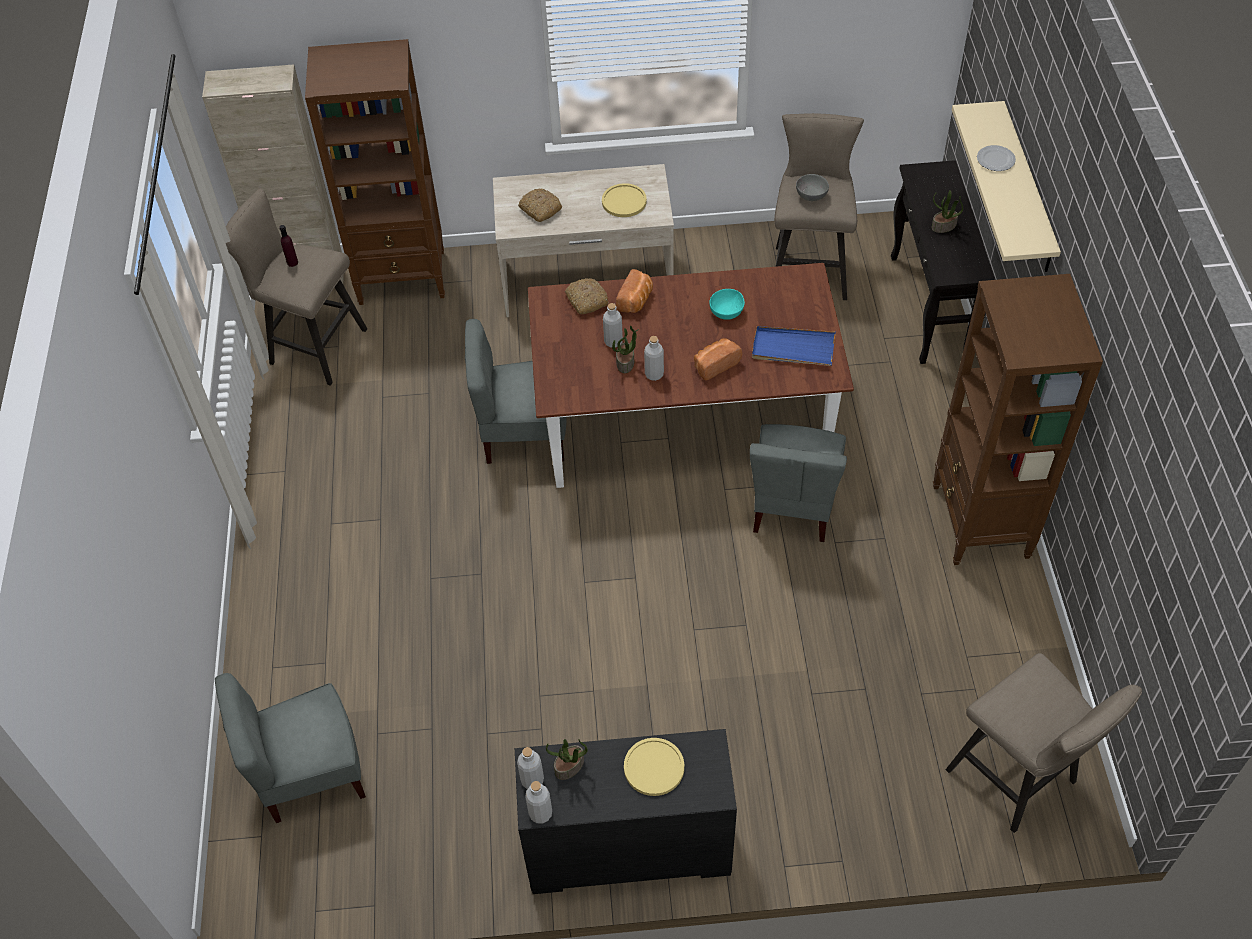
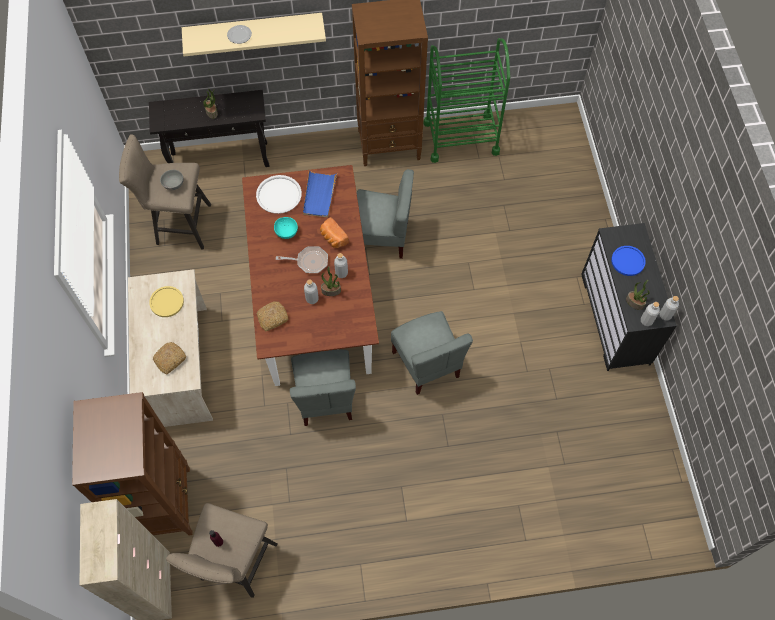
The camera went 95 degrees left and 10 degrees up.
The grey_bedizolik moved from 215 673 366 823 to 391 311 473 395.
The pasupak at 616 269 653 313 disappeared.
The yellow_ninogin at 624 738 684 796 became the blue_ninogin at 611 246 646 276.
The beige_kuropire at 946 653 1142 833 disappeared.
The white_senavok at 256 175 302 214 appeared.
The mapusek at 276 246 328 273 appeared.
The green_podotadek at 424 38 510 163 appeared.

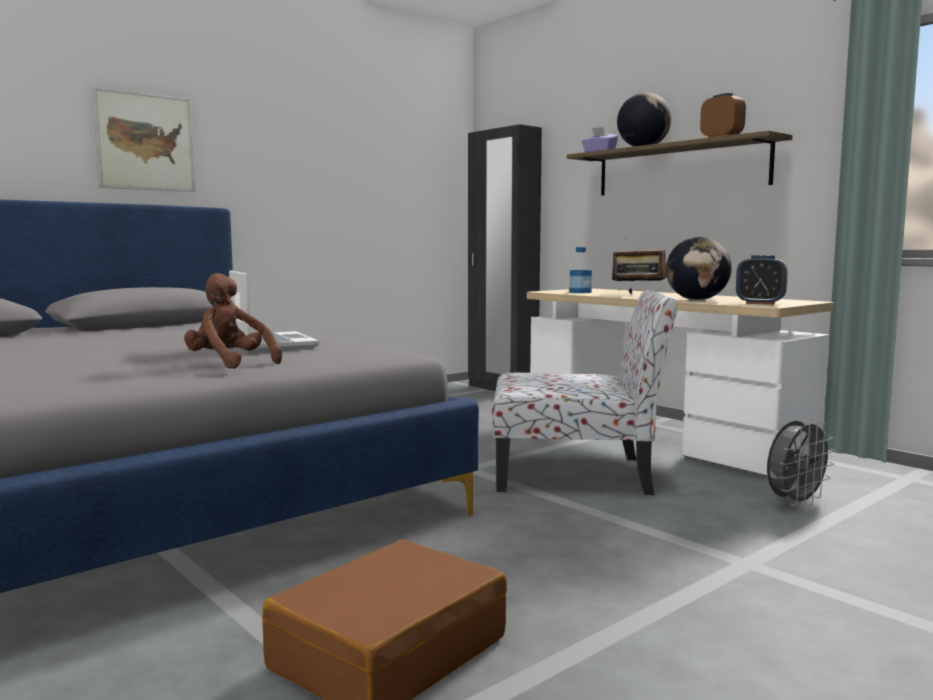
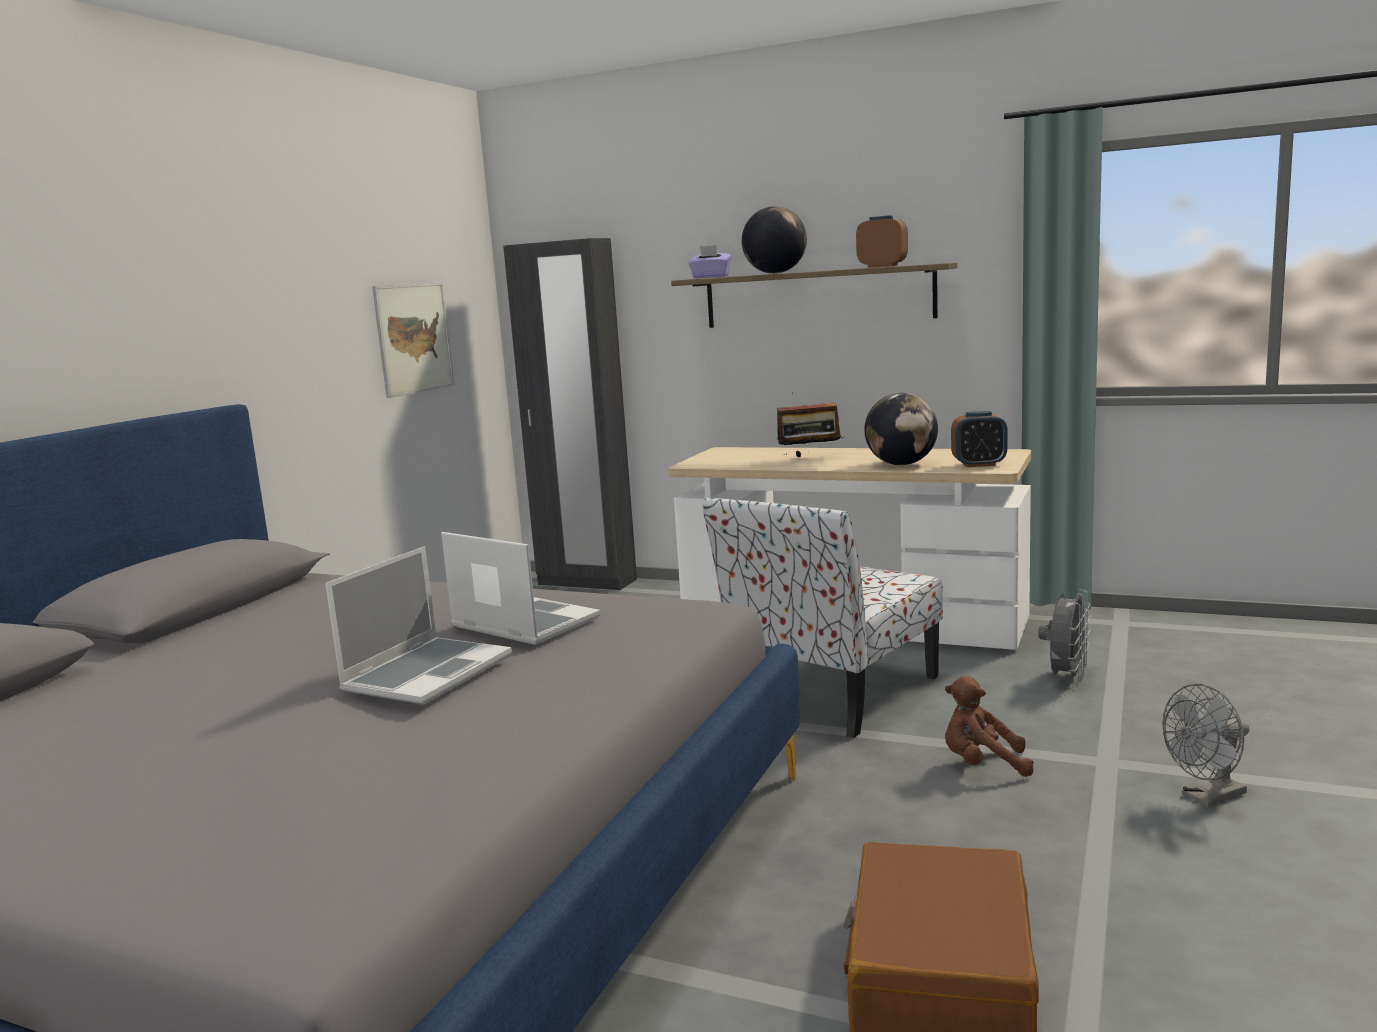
The camera went 25 degrees left and 5 degrees up.
The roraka moved from 92 87 196 192 to 372 283 455 398.
The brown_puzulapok moved from 184 273 282 369 to 945 676 1034 777.
The bedizolik at 492 290 678 496 turned 150 degrees clockwise.
The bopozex at 569 247 592 293 disappeared.
The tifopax at 325 546 512 705 appeared.
The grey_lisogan at 1162 684 1250 807 appeared.

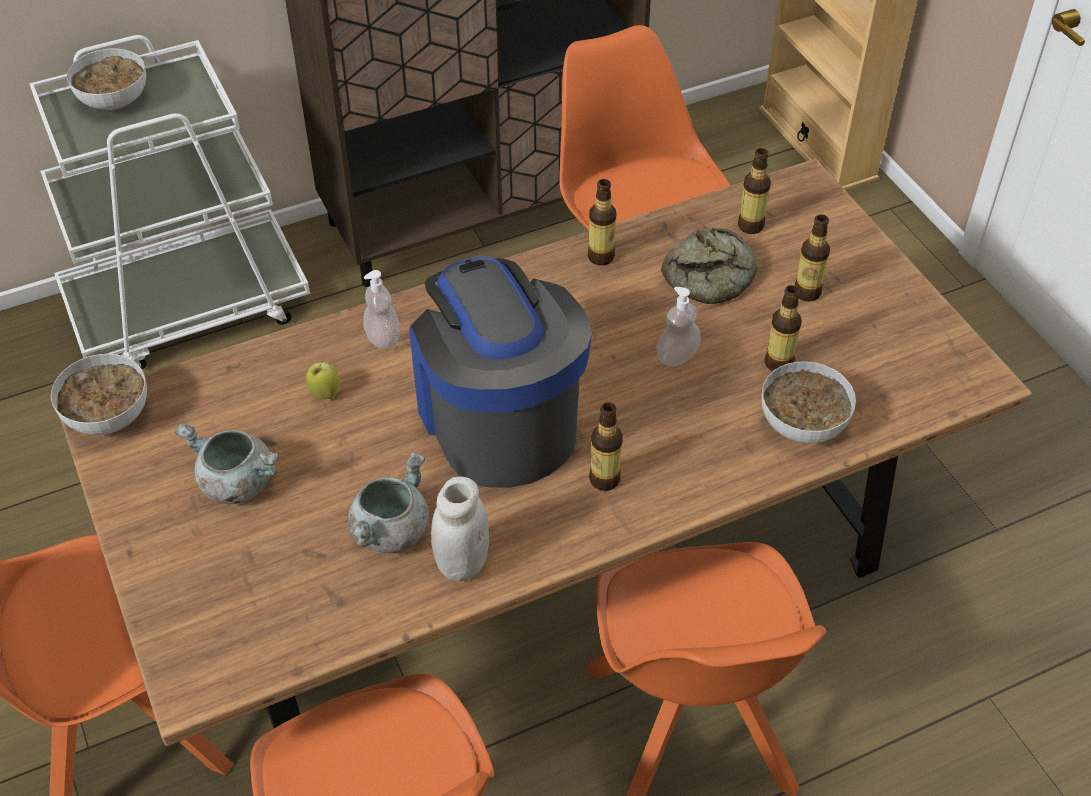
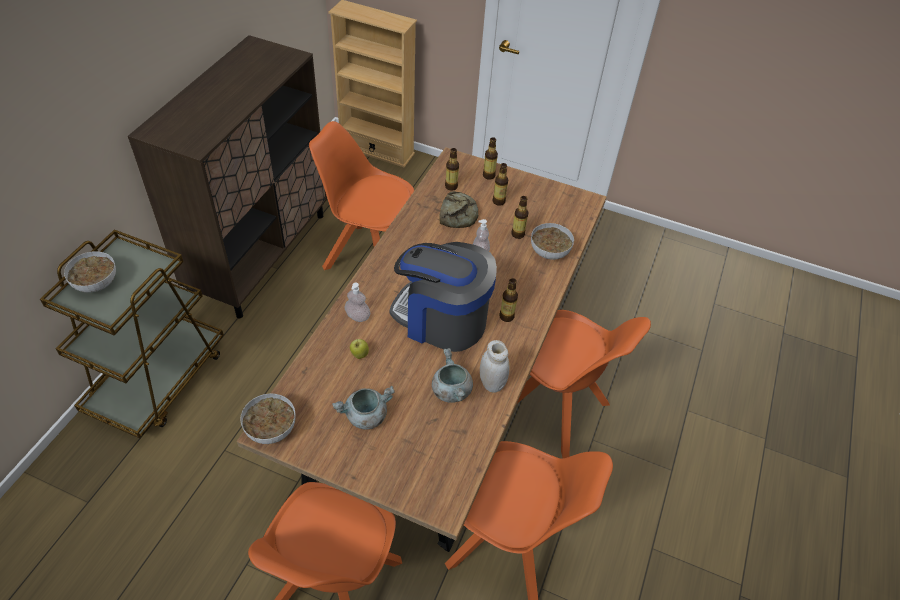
The camera went 45 degrees left and 0 degrees up.
The white_podotadek at 29 35 310 370 became the brown_podotadek at 40 229 224 438.
The bopozex moved from 588 179 616 265 to 483 137 498 180.

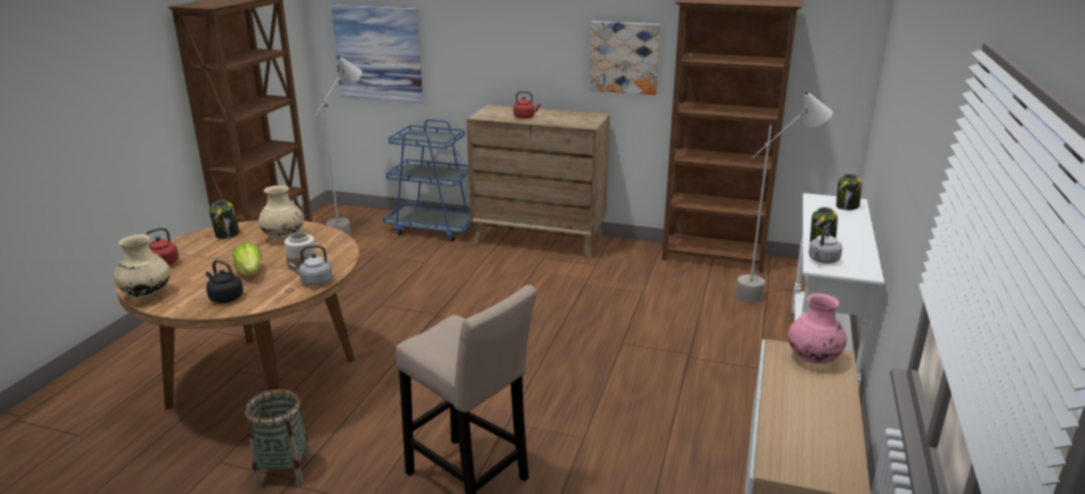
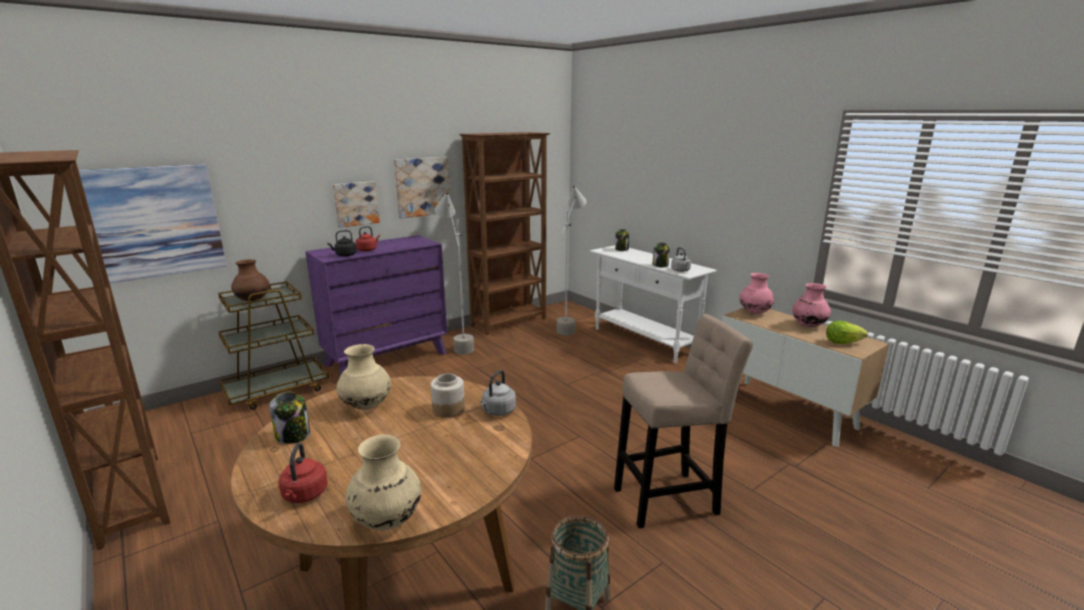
The camera went 55 degrees left and 5 degrees down.
The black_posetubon moved from 206 260 243 303 to 327 230 357 256.
The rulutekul moved from 233 243 262 276 to 826 321 868 344.
The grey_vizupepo moved from 314 55 362 237 to 435 192 474 354.
The blue_podotadek at 383 119 474 242 became the brown_podotadek at 218 281 329 410.
The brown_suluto at 466 105 610 259 became the purple_suluto at 305 235 447 376.
The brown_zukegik at 231 259 269 301 appeared.
The roraka at 333 181 380 227 appeared.
The pink_zukegik at 792 283 831 327 appeared.

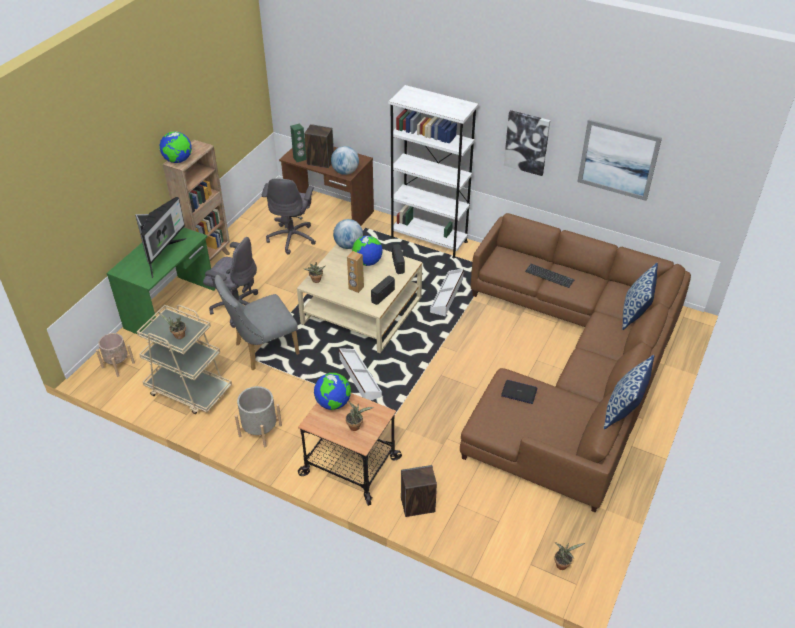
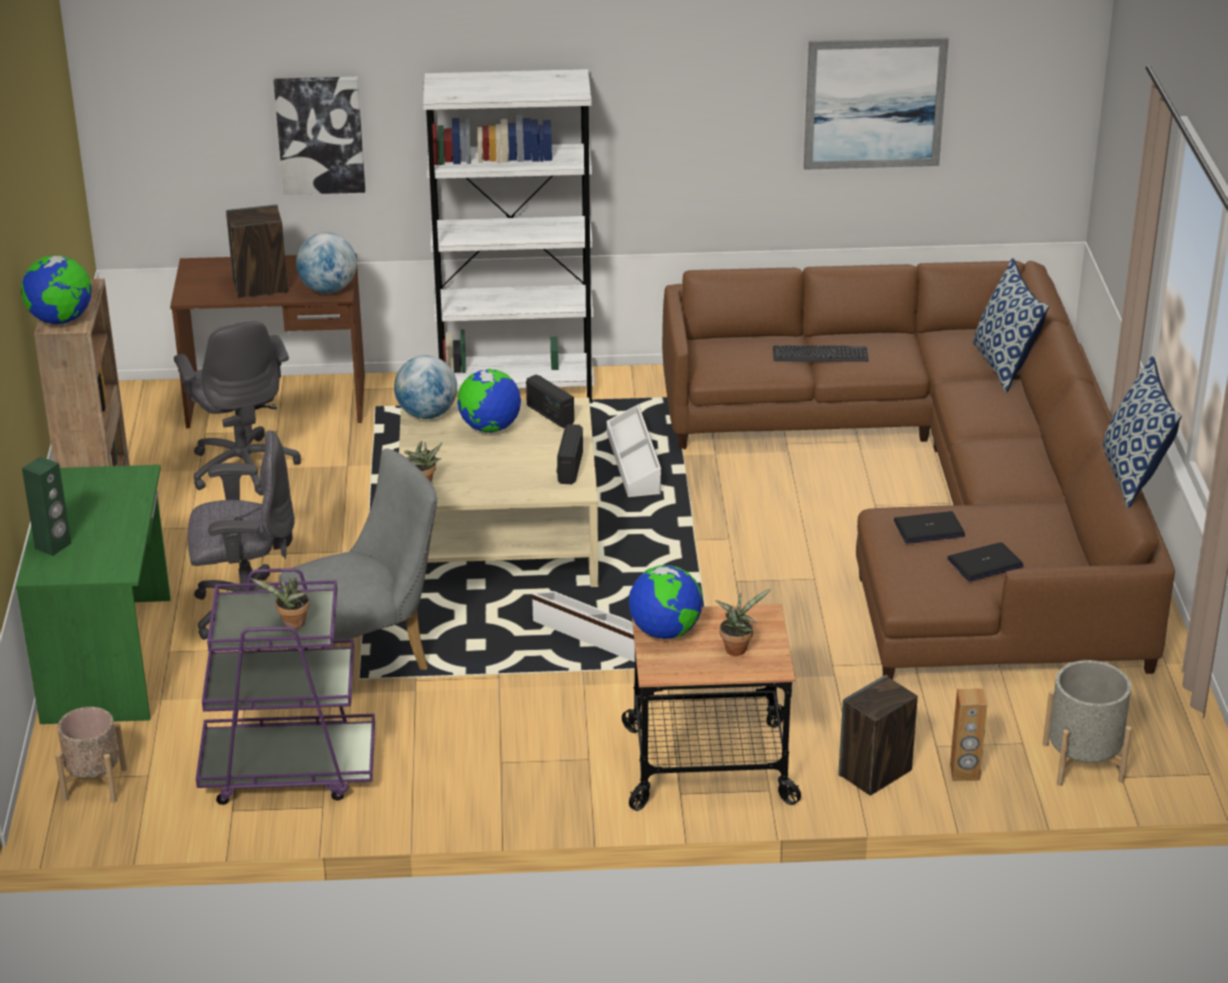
The camera went 30 degrees left and 10 degrees down.
The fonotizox at 135 197 187 278 disappeared.
The beige_podotadek at 137 305 232 414 became the purple_podotadek at 196 568 375 805.
The grey_bedizolik at 215 275 300 370 turned 150 degrees counterclockwise.
The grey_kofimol moved from 235 386 282 447 to 1043 660 1132 786.
The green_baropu moved from 290 123 306 162 to 22 457 71 556.
The brown_baropu moved from 347 251 364 293 to 950 689 988 781.
The roraka moved from 504 110 550 176 to 274 77 365 195.
The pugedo at 554 542 585 570 disappeared.
The tifopax at 947 542 1024 581 appeared.

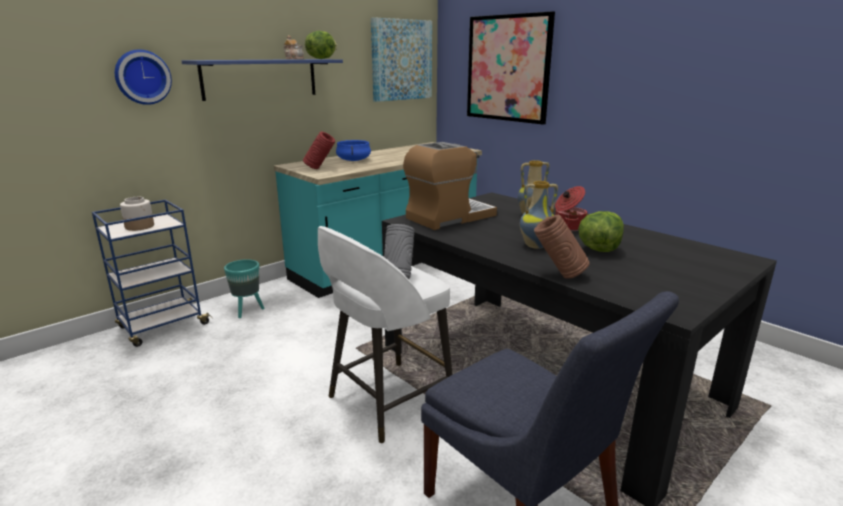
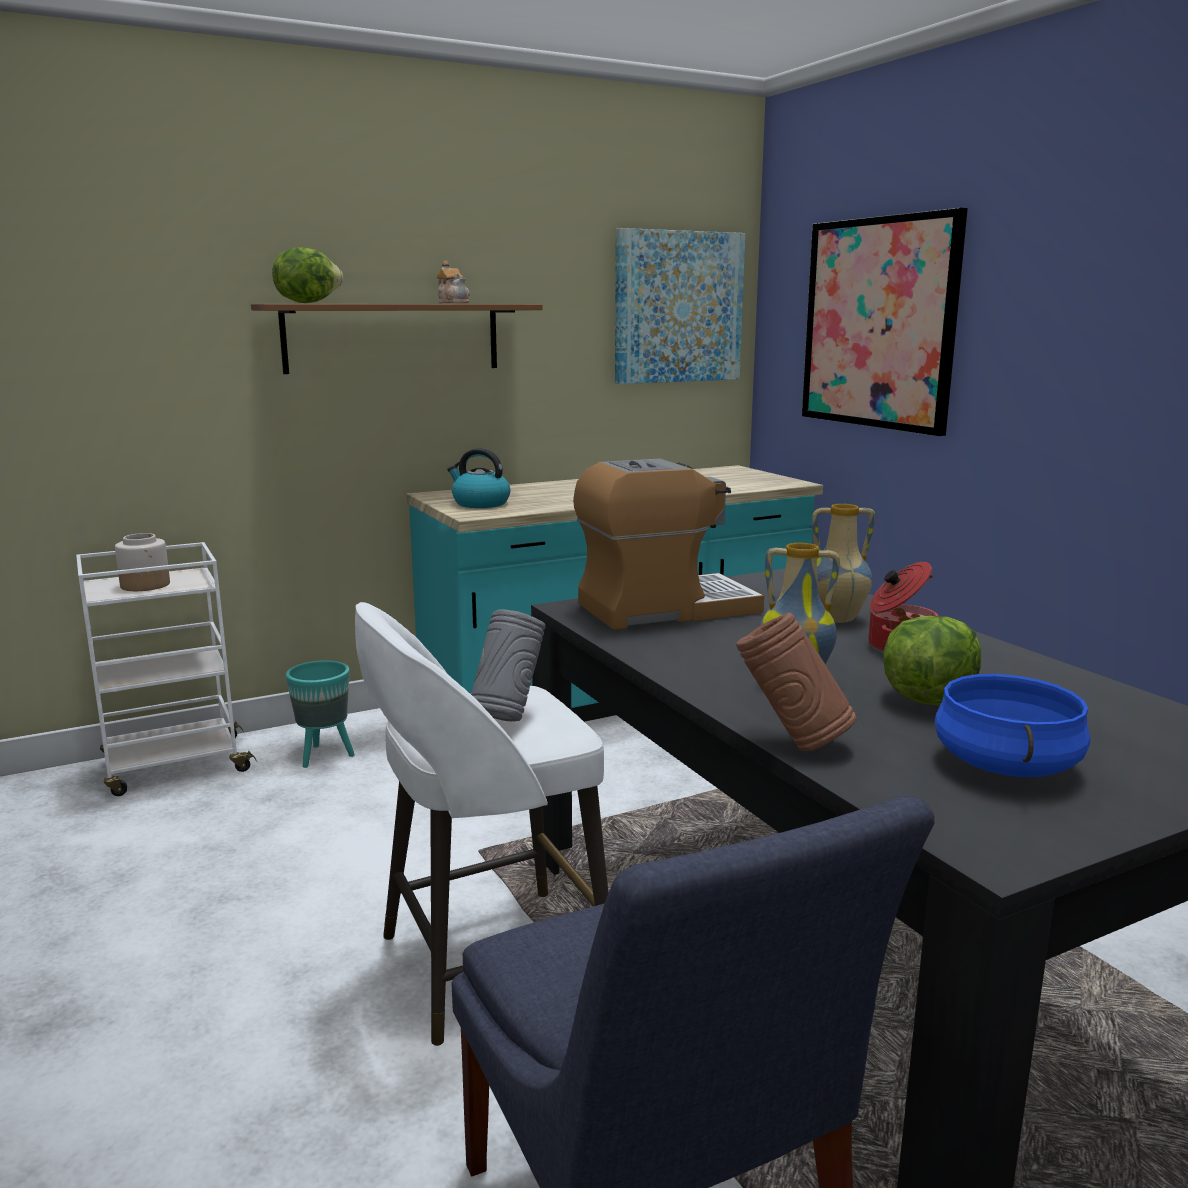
The camera went 15 degrees right and 5 degrees down.
The blue_podotadek at 92 200 210 347 became the white_podotadek at 76 542 257 796.
The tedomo at 115 49 172 105 disappeared.
The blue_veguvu at 182 59 343 101 became the brown_veguvu at 251 304 543 374.
The red_zukegik at 303 132 335 169 was replaced by the posetubon at 447 448 511 508.
The rulutekul moved from 305 31 337 59 to 272 247 343 303.
The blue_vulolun moved from 336 140 371 161 to 935 674 1090 777.

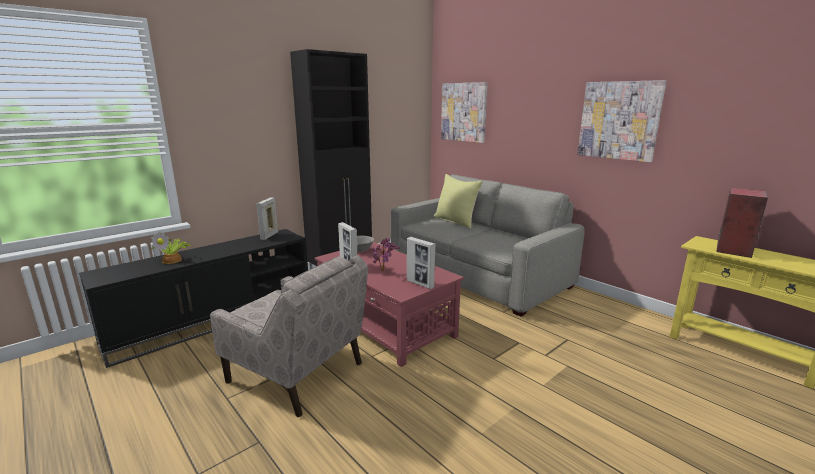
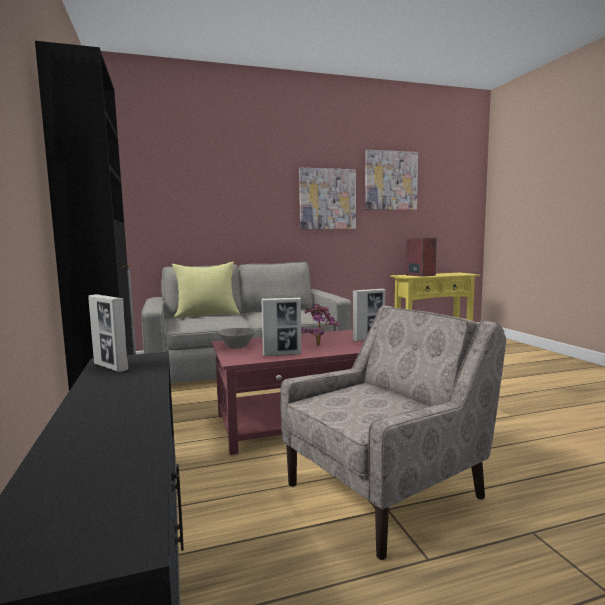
The camera went 65 degrees left and 10 degrees down.
The pugedo at 150 232 191 264 disappeared.
The roraka moved from 441 82 488 143 to 365 150 418 210.

